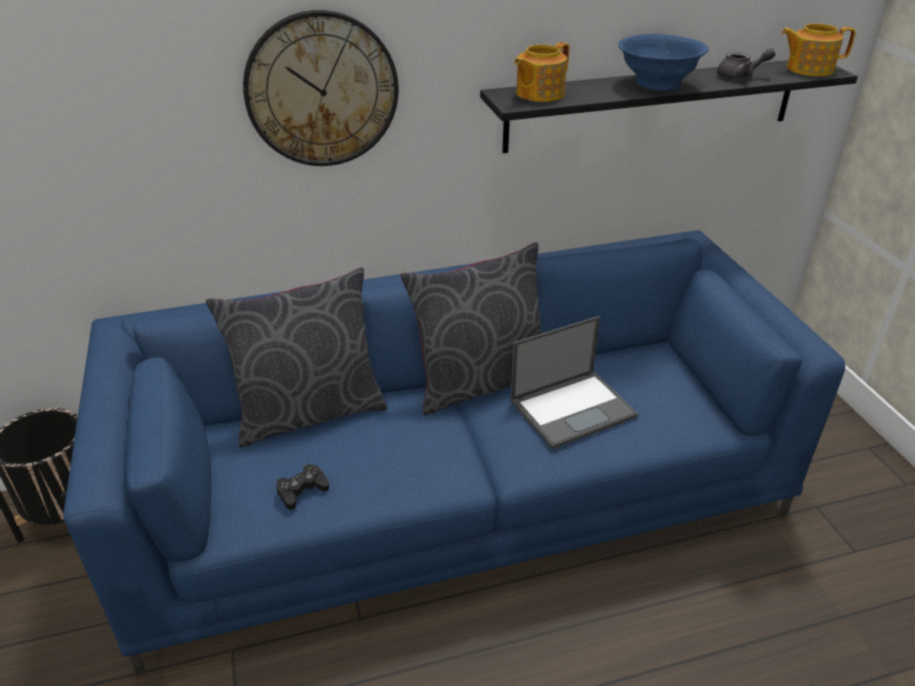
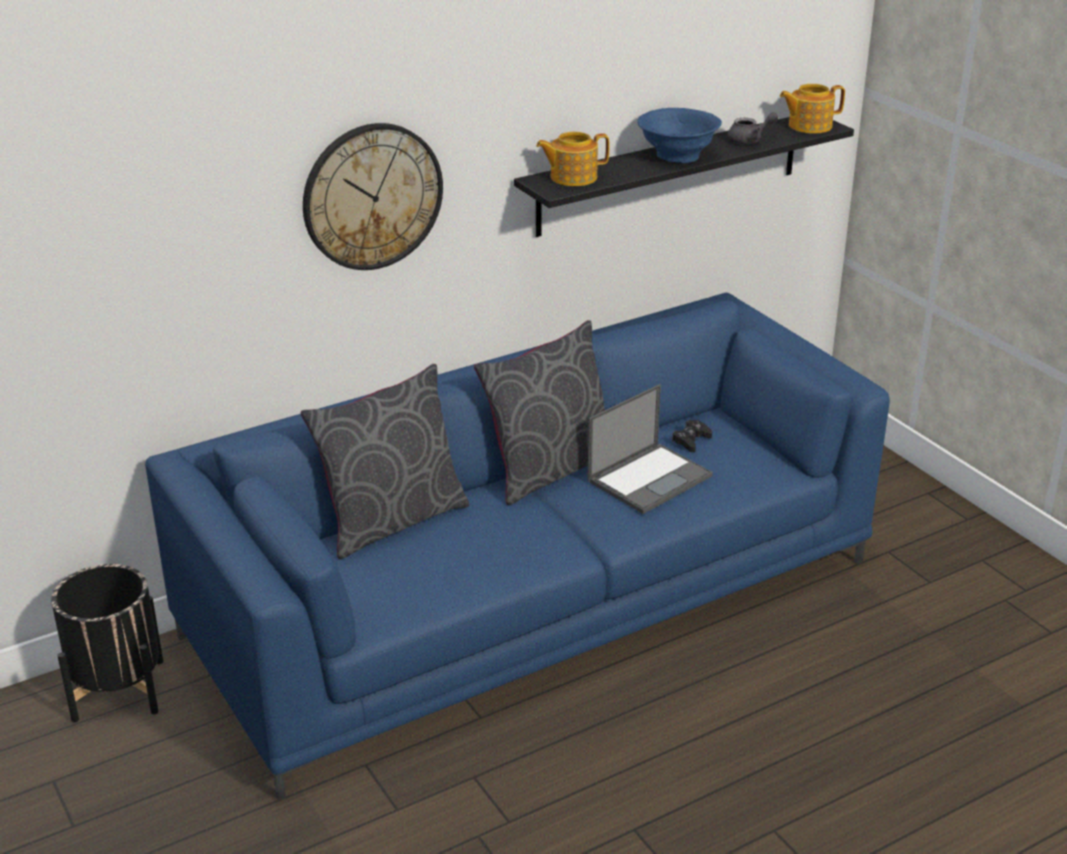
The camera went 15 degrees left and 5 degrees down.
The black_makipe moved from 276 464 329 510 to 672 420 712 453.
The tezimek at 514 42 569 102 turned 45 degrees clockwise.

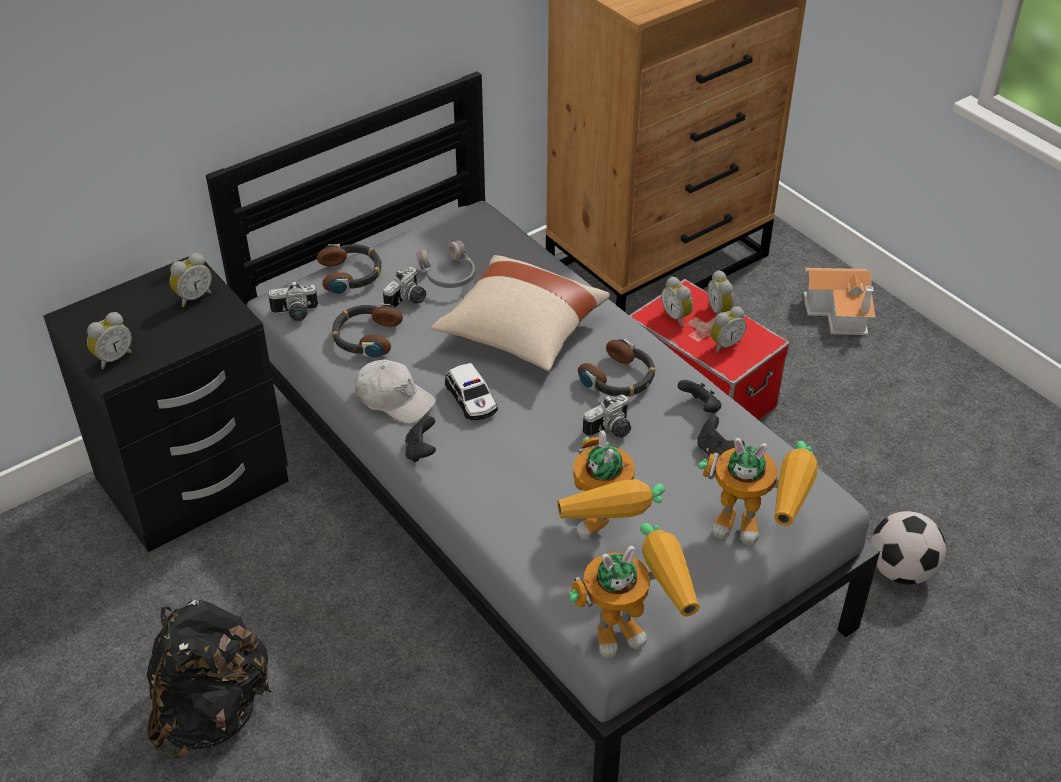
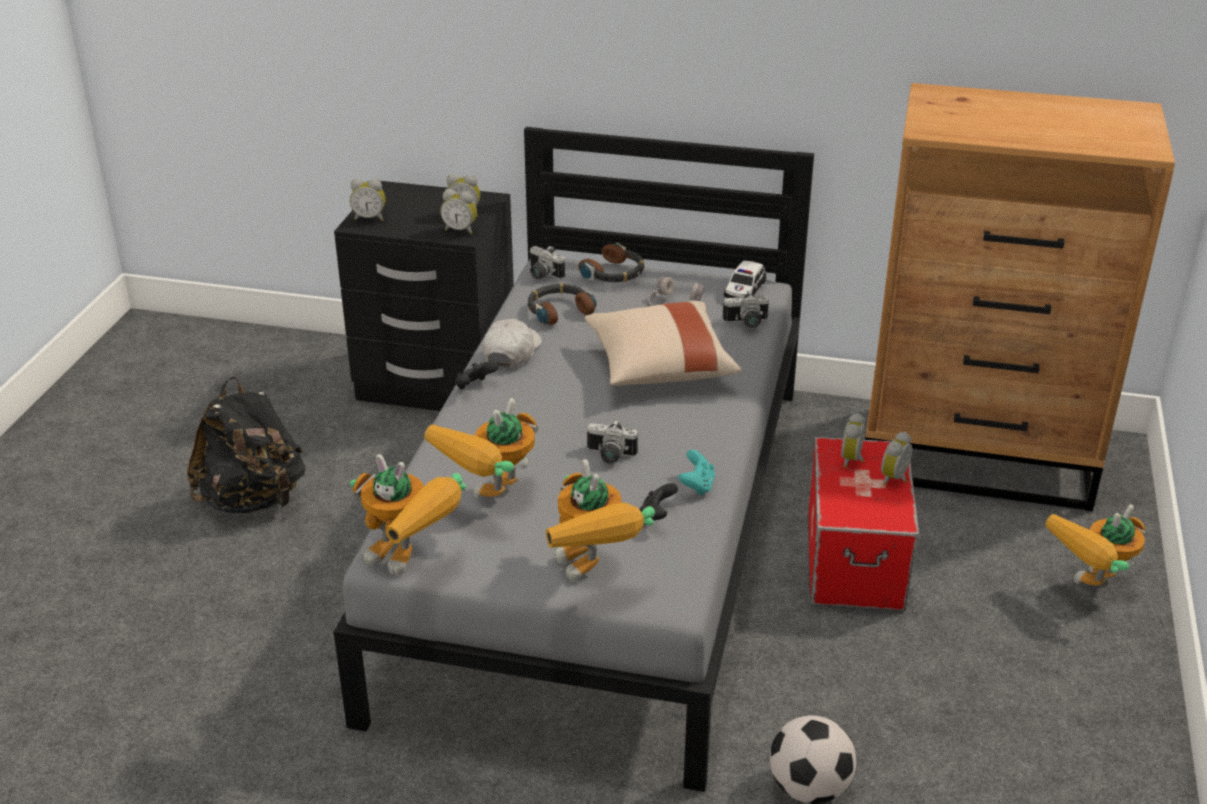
The camera went 50 degrees right and 10 degrees down.
The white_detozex at 355 359 436 424 turned 150 degrees counterclockwise.
The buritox moved from 383 267 426 308 to 723 291 769 328.
The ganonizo moved from 445 363 498 420 to 724 260 766 298.
The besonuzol at 578 339 655 397 disappeared.
The black_makipe at 678 380 722 413 became the turquoise_makipe at 679 450 715 496.
The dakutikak moved from 710 306 746 353 to 440 189 477 235.
The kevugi at 804 268 875 335 was replaced by the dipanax at 1045 504 1147 586.

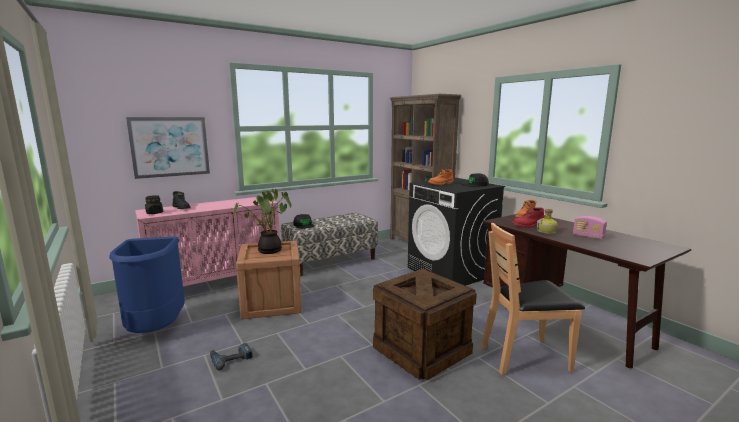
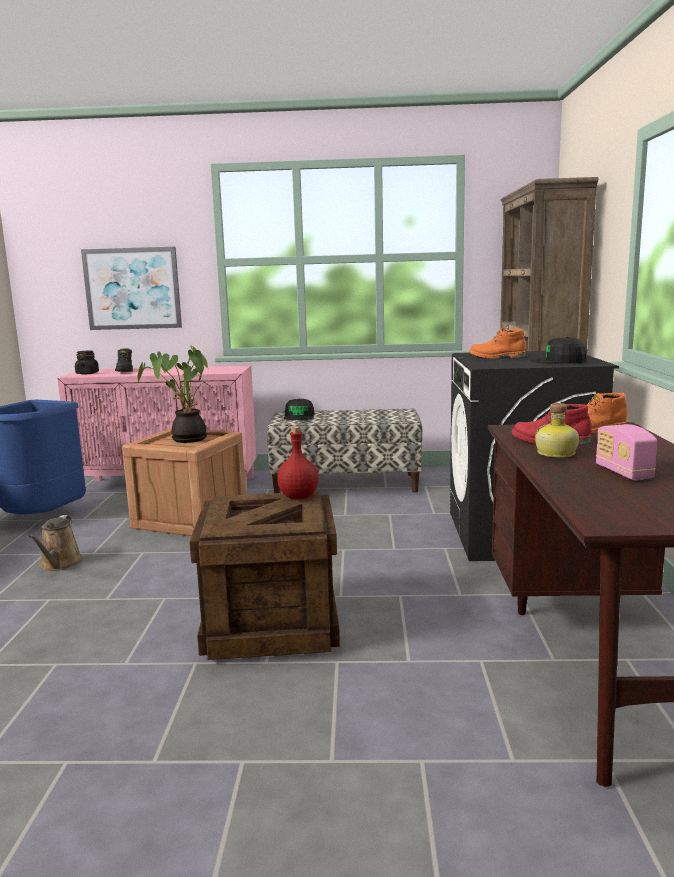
The camera went 35 degrees right and 0 degrees up.
The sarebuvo at 210 343 253 370 was replaced by the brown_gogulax at 28 515 83 571.
The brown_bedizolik at 481 223 585 375 disappeared.
The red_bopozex at 277 426 319 499 appeared.

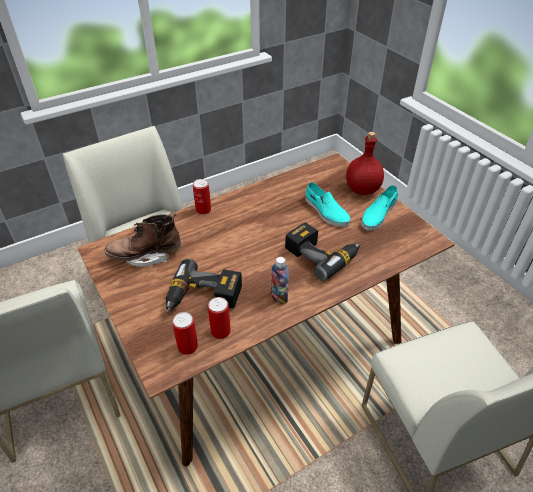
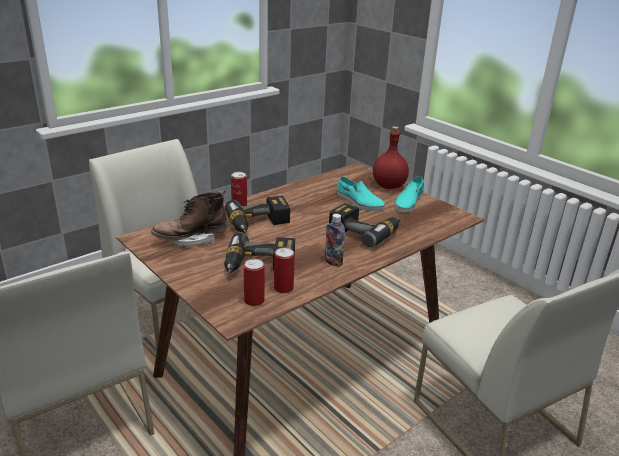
The camera went 10 degrees left and 15 degrees down.
The sarebuvo at 225 196 290 233 appeared.

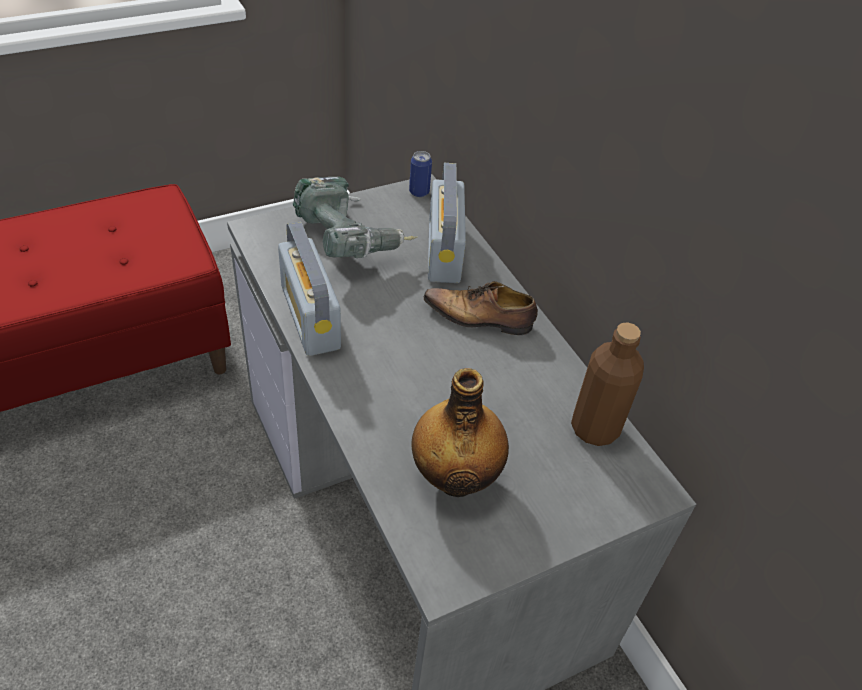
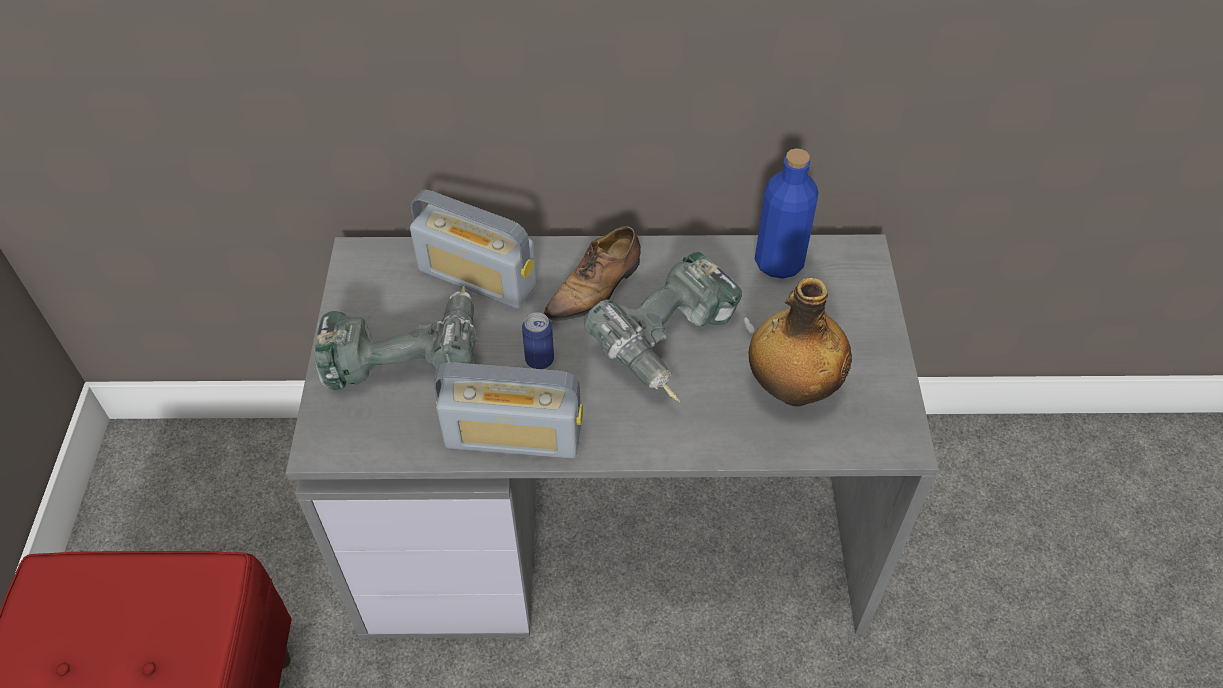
The camera went 60 degrees left and 5 degrees up.
The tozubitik moved from 409 151 432 197 to 522 312 554 369.
The brown_bopozex at 571 322 644 446 became the blue_bopozex at 755 148 818 279.
The sarebuvo at 584 252 755 403 appeared.

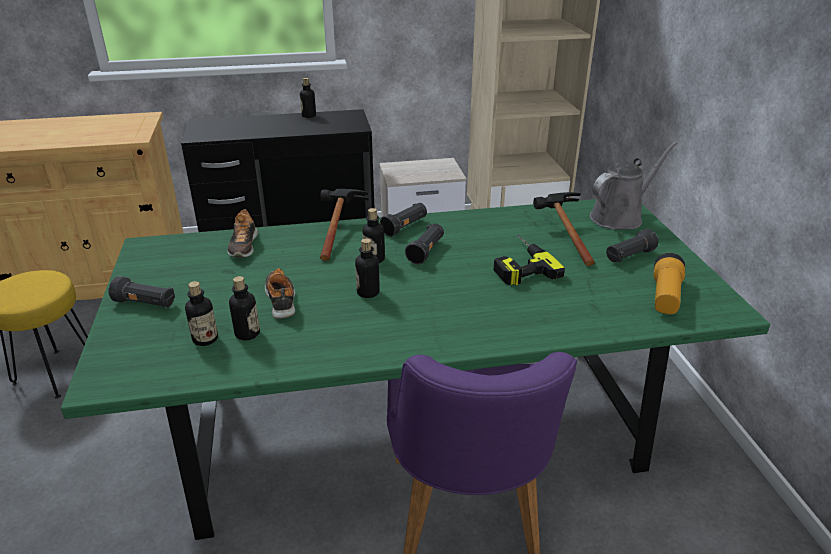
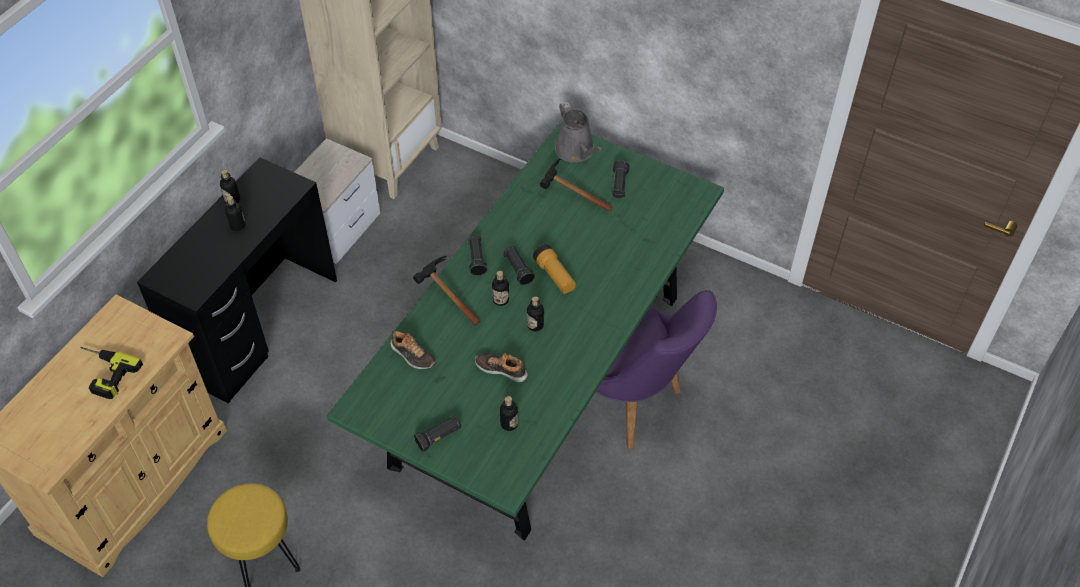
The camera went 50 degrees left and 20 degrees up.
The bopozex moved from 229 276 260 340 to 225 196 246 231.
The sarebuvo moved from 494 235 565 285 to 80 347 143 399.
The grey_gogulax at 590 142 677 230 turned 150 degrees clockwise.
The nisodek moved from 653 253 685 314 to 533 244 576 294.

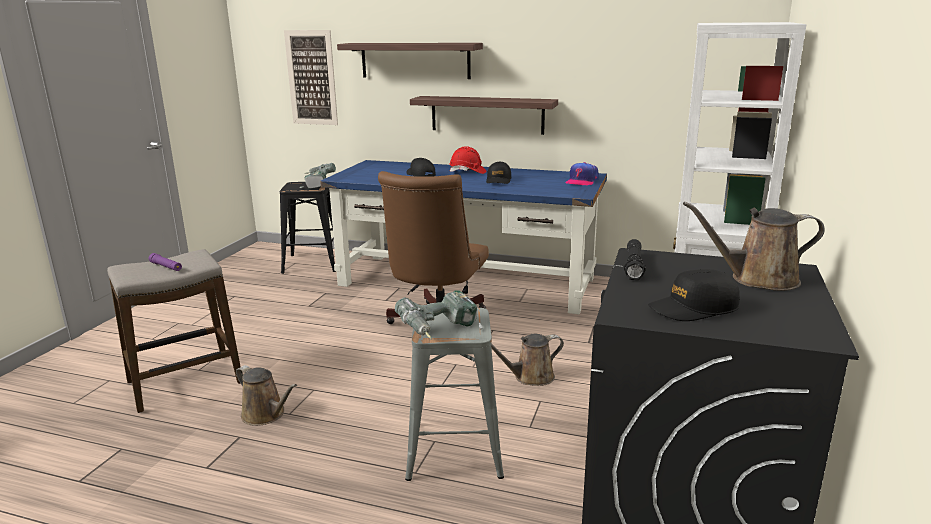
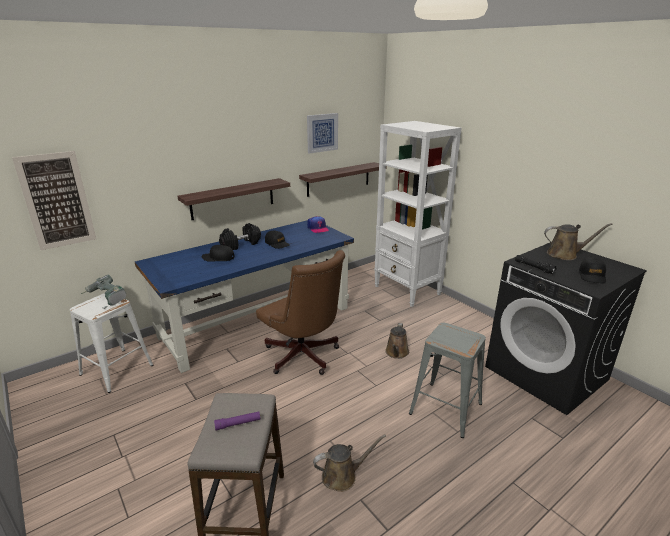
The camera went 55 degrees left and 5 degrees up.
The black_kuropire at 280 182 336 274 became the white_kuropire at 70 293 153 393.
The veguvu moved from 337 43 483 79 to 299 162 387 197.
The sarebuvo at 395 290 483 339 disappeared.
The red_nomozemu at 449 146 487 174 was replaced by the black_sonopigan at 219 223 261 250.
The brown_gogulax at 683 202 825 291 turned 120 degrees counterclockwise.
The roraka at 307 113 338 154 appeared.

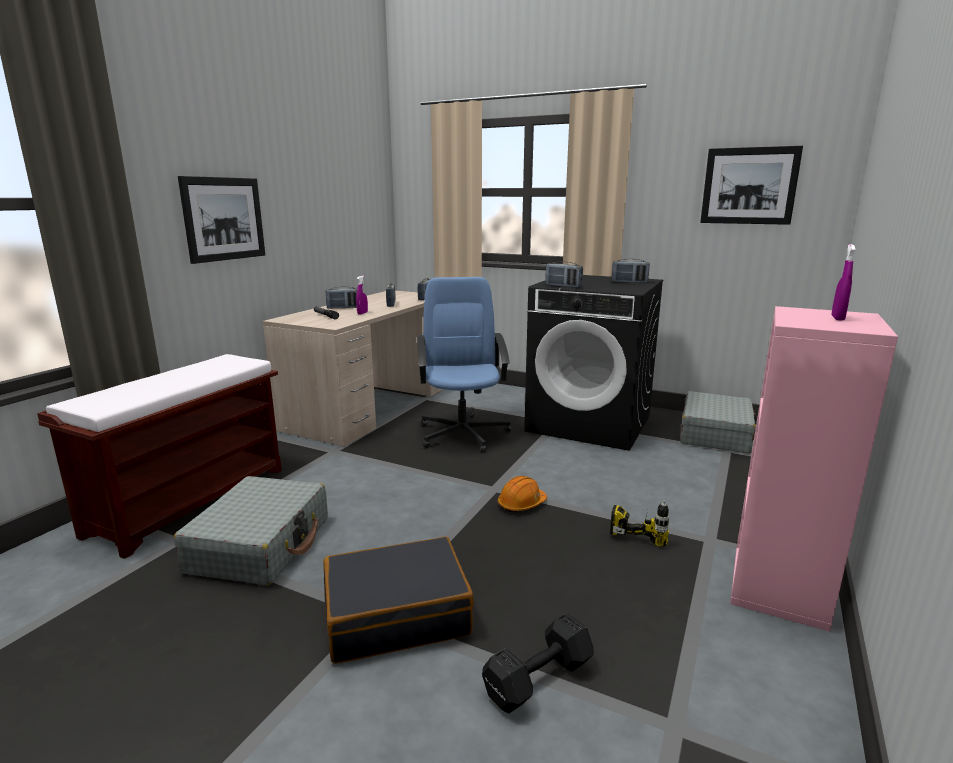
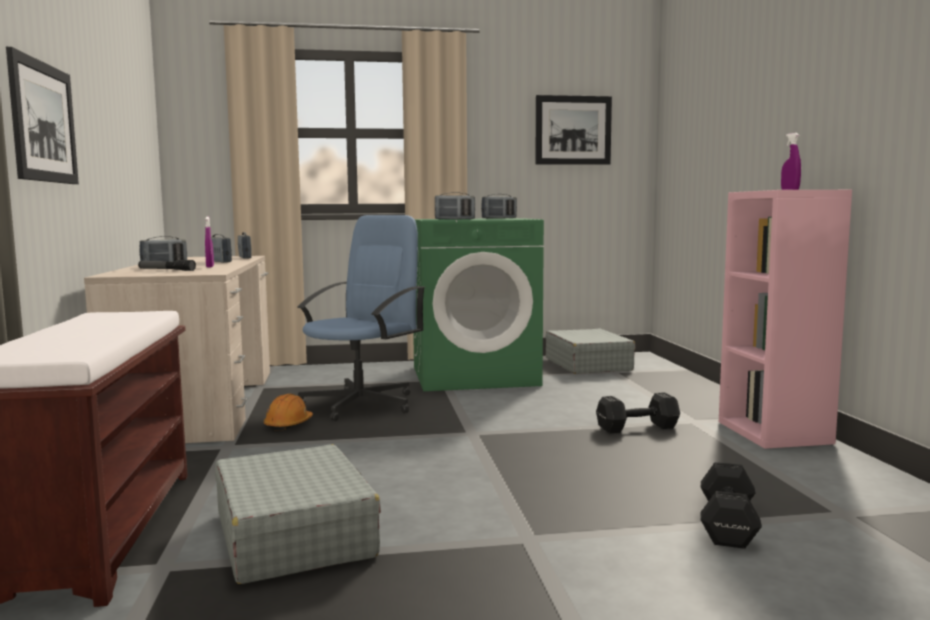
The camera went 35 degrees left and 10 degrees down.
The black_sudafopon at 323 536 474 664 disappeared.
The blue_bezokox at 417 277 512 452 turned 75 degrees clockwise.
The orange_nomozemu moved from 498 476 547 513 to 264 394 313 431.
The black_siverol at 524 275 663 451 became the green_siverol at 413 218 544 391.
The sarebuvo at 610 500 669 547 was replaced by the black_sonopigan at 596 392 680 433.

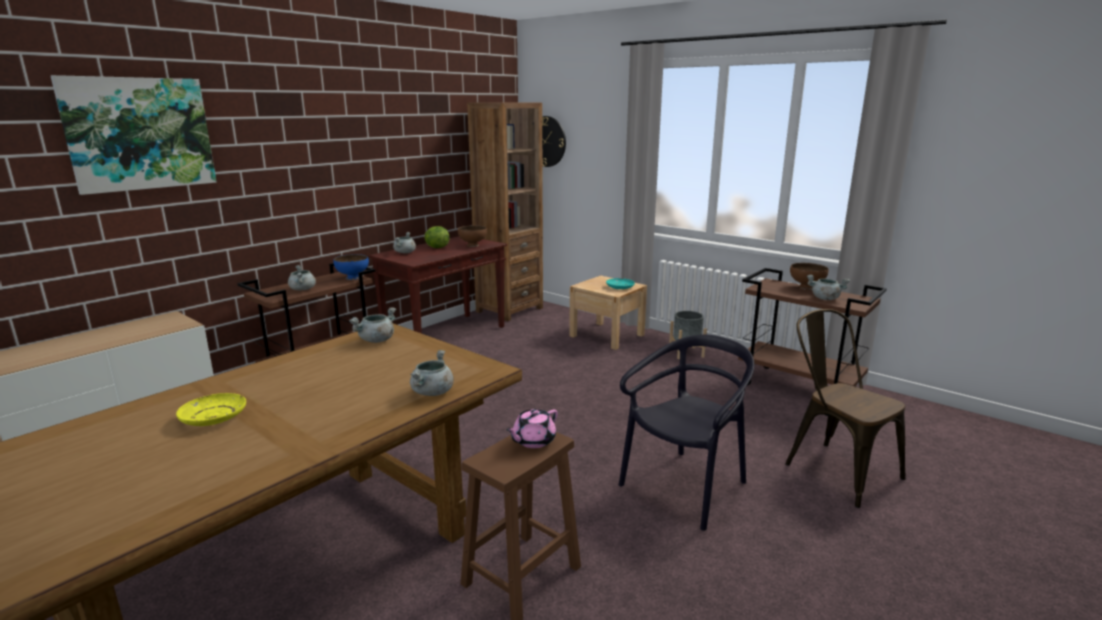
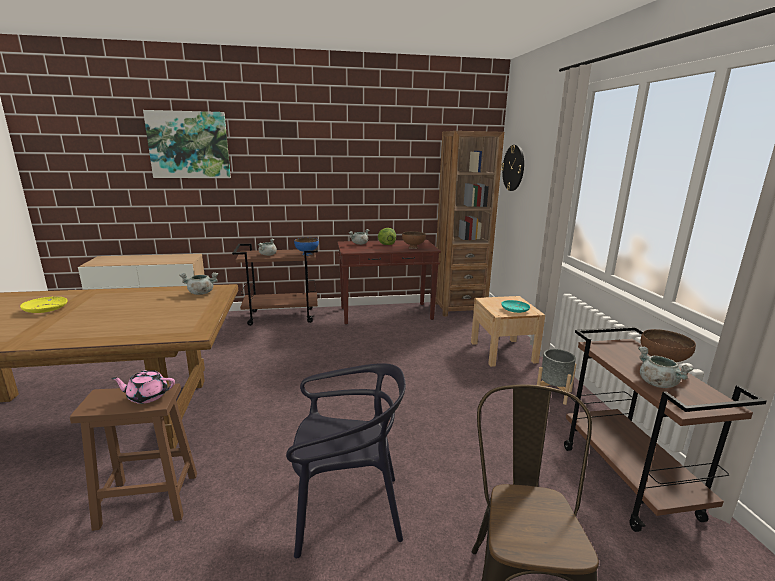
The camera went 40 degrees right and 0 degrees up.
The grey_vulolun at 410 350 454 396 disappeared.

